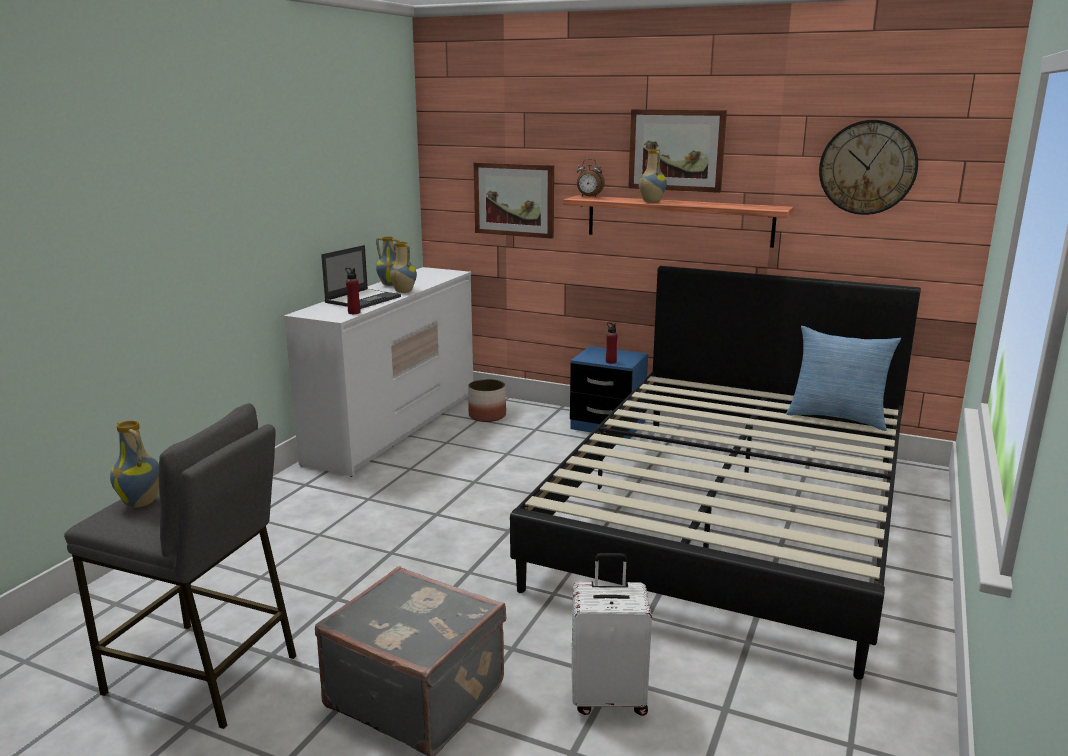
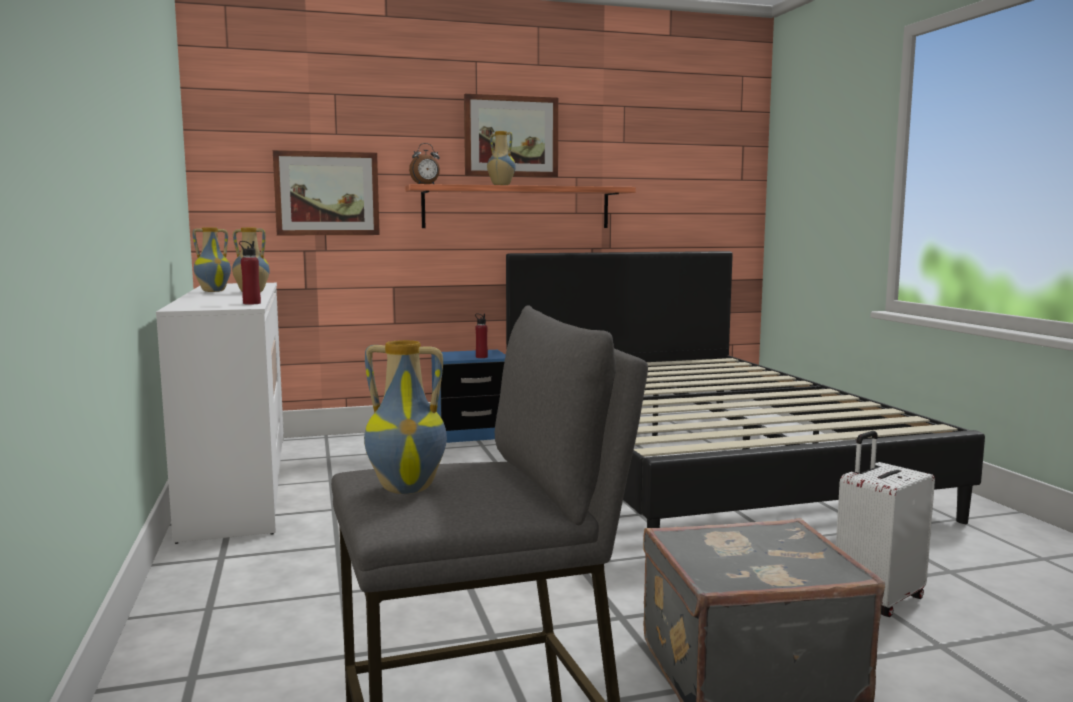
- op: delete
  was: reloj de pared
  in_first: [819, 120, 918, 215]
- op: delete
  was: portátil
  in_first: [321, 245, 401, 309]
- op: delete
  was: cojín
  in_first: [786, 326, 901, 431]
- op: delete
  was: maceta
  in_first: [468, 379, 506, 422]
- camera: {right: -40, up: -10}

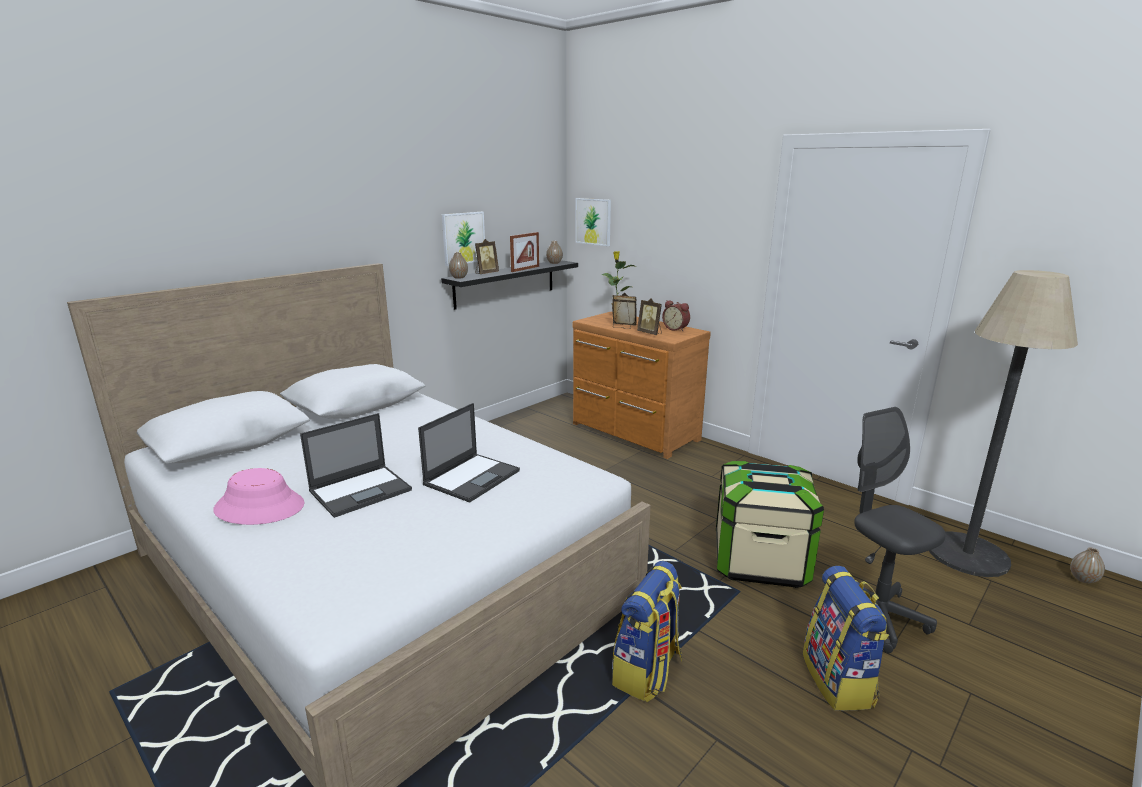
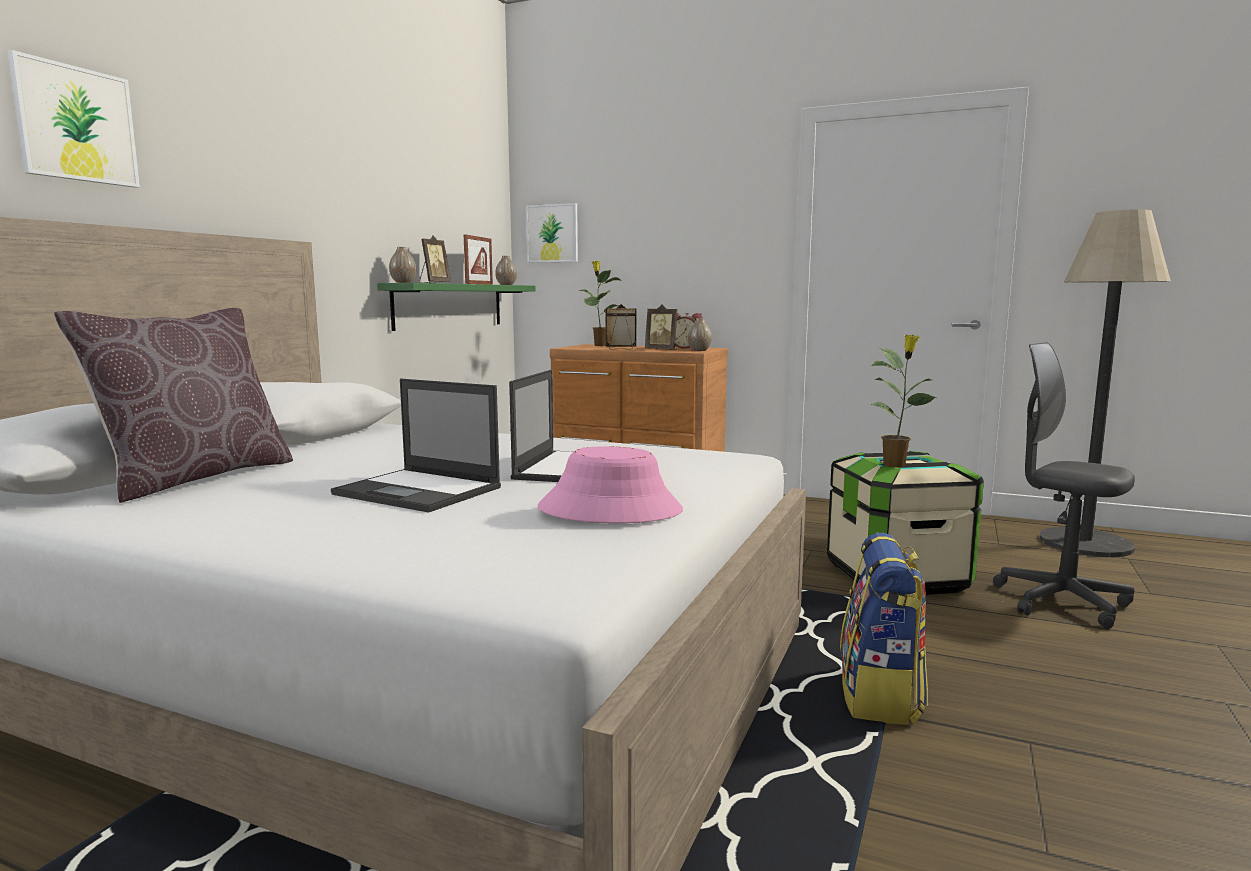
- op: move
  was: cuadro
  in_first: [442, 212, 485, 266]
  in_second: [8, 50, 140, 188]
- op: recolor
  was: estante [negro]
  now: estante [verde]
  in_first: [441, 260, 578, 310]
  in_second: [377, 283, 535, 331]
- op: rotate
  was: portátil
  in_first: [300, 413, 412, 518]
  in_second: [331, 379, 501, 512]
  clockwise: 90
- op: move
  was: sombrero [rosa]
  in_first: [213, 468, 304, 525]
  in_second: [538, 446, 683, 523]
- op: move
  was: florero
  in_first: [1070, 547, 1105, 583]
  in_second: [688, 318, 712, 351]
- op: delete
  was: mochila
  in_first: [803, 566, 889, 710]
- op: insert
  now: cojín [marrón]
  in_second: [54, 308, 293, 503]
- op: insert
  now: planta en maceta
  in_second: [870, 334, 937, 467]
- camera: {right: -20, up: -10}

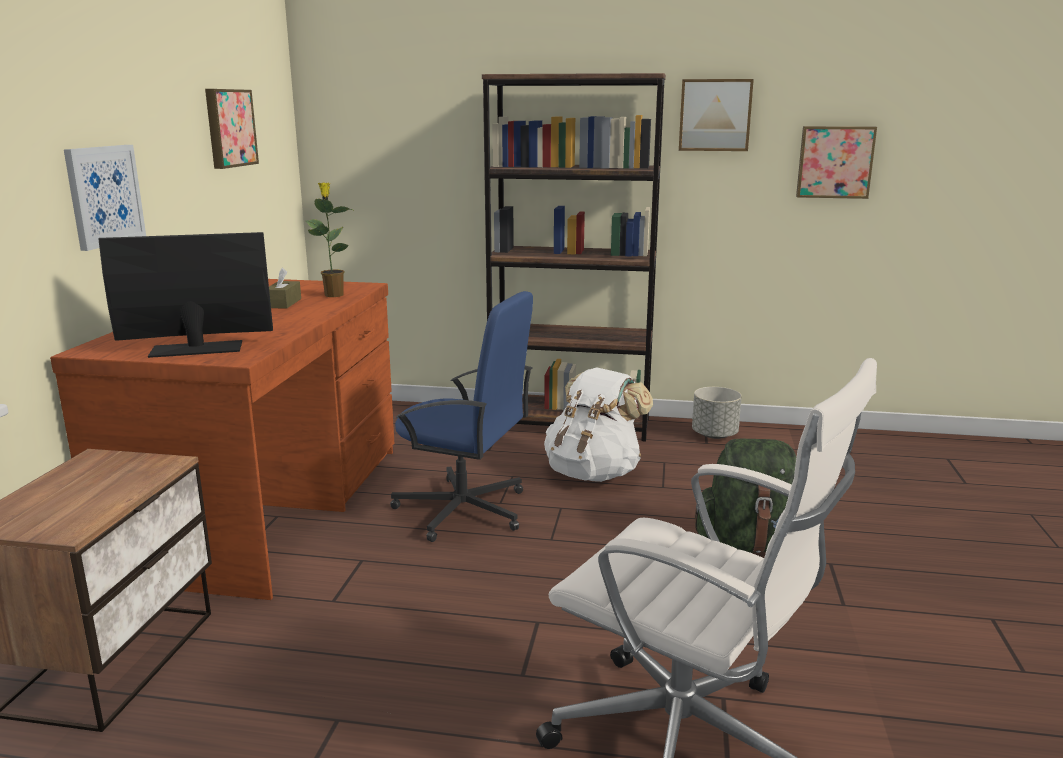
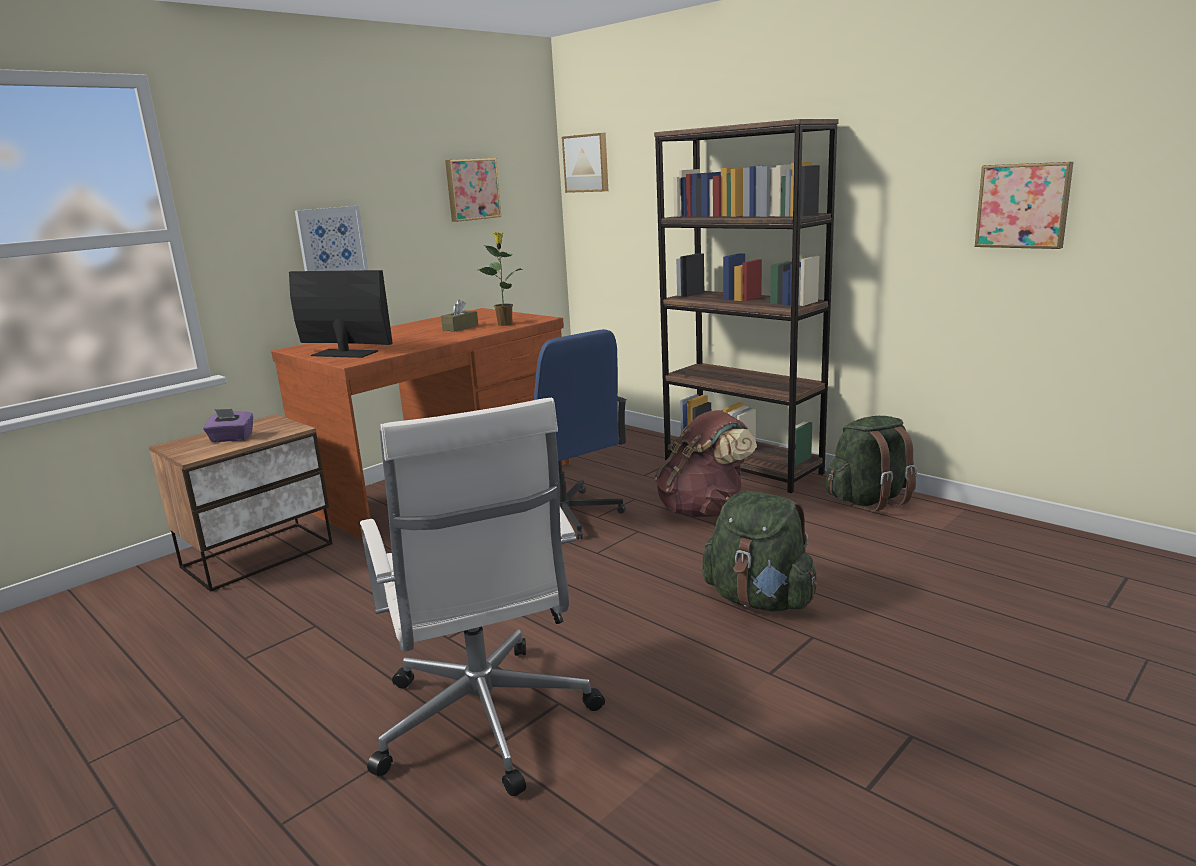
- op: move
  was: cuadro
  in_first: [679, 79, 754, 151]
  in_second: [562, 133, 608, 193]
- op: recolor
  was: mochila [blanco]
  now: mochila [marrón]
  in_first: [544, 367, 653, 482]
  in_second: [654, 410, 757, 517]
- op: replace
  was: maceta [gris]
  now: mochila [verde]
  in_first: [692, 387, 742, 439]
  in_second: [826, 416, 917, 512]
- op: insert
  now: caja de pañuelos [morado]
  in_second: [203, 409, 253, 442]
- camera: {right: 35, up: 0}

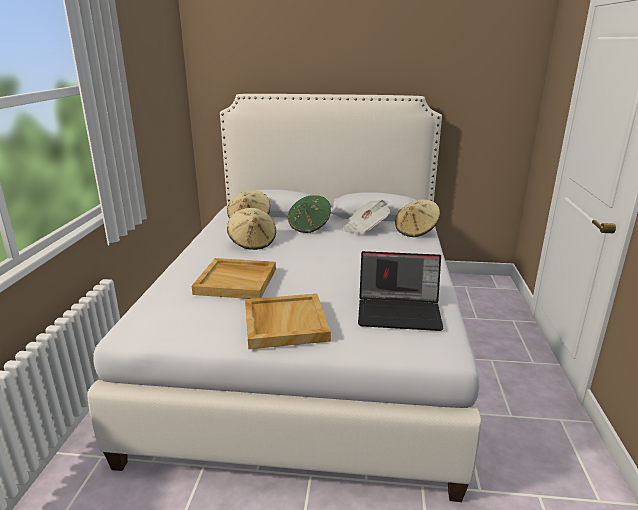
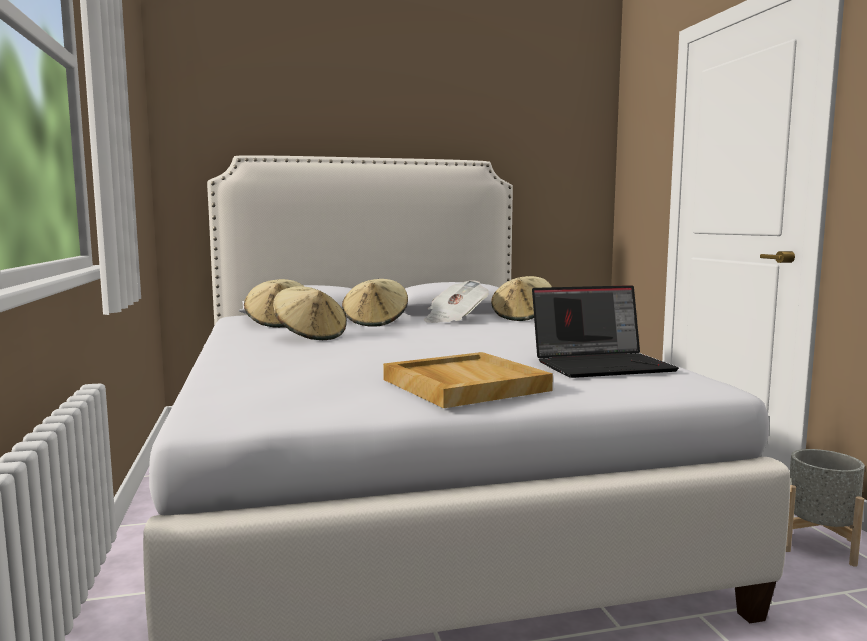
- op: recolor
  was: sombrero [verde]
  now: sombrero [beis]
  in_first: [288, 195, 331, 233]
  in_second: [342, 279, 408, 327]
- op: delete
  was: bandeja [beis]
  in_first: [192, 258, 276, 299]
- op: insert
  now: maceta [gris]
  in_second: [786, 449, 865, 567]
- camera: {right: -20, up: -15}

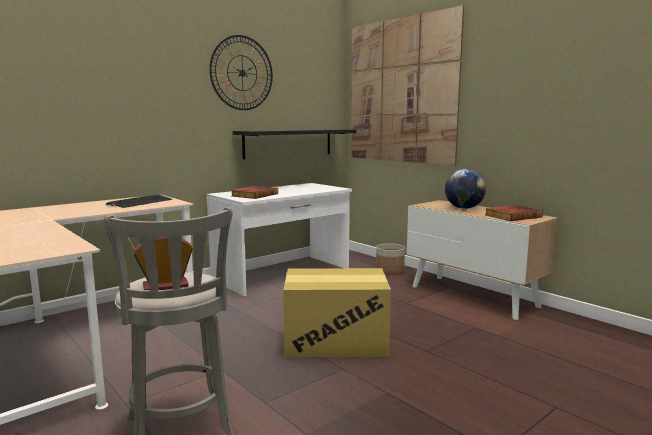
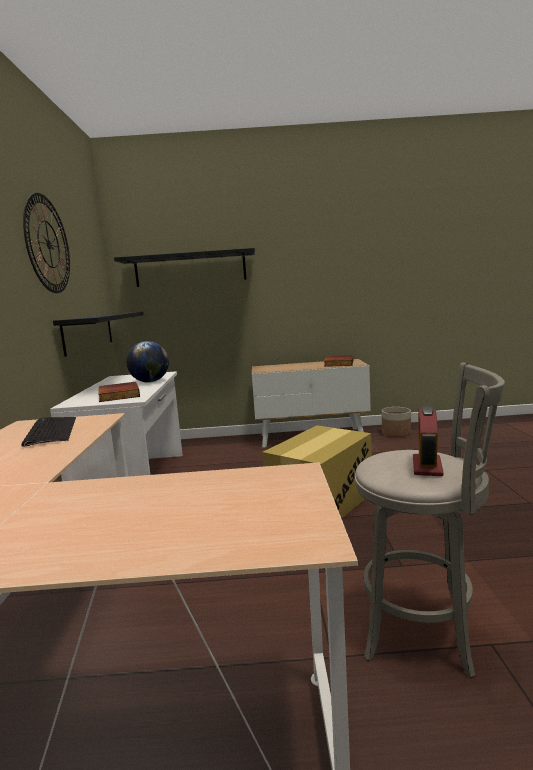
- op: replace
  was: cuadro
  now: estante [negro]
  in_first: [351, 5, 464, 166]
  in_second: [114, 248, 255, 287]
- op: move
  was: globo terráqueo
  in_first: [445, 169, 486, 209]
  in_second: [126, 341, 169, 383]
- op: move
  was: maceta
  in_first: [376, 243, 405, 274]
  in_second: [382, 407, 411, 437]
- camera: {right: -50, up: 0}

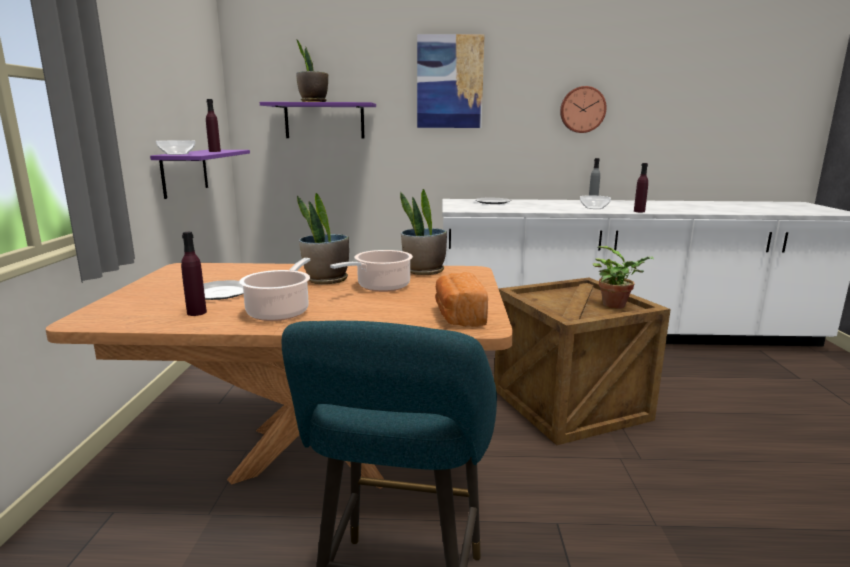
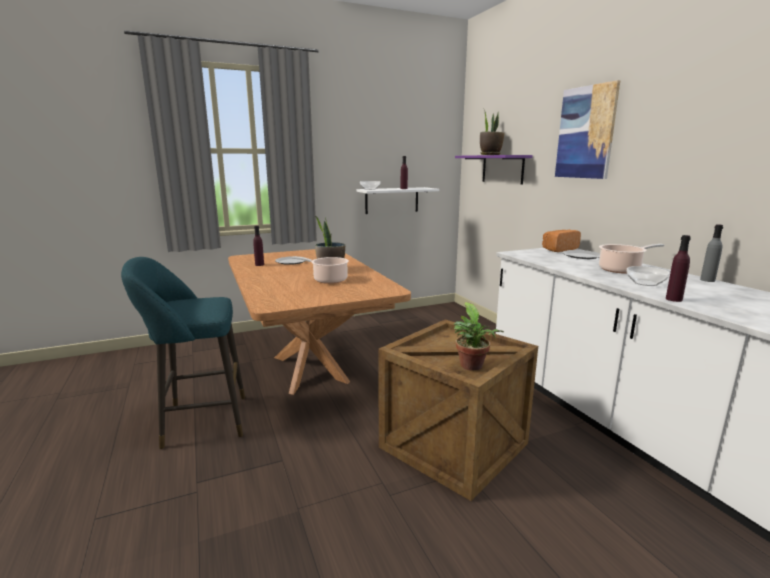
- op: delete
  was: reloj de pared
  in_first: [560, 86, 606, 133]
- op: recolor
  was: estante [morado]
  now: estante [blanco]
  in_first: [150, 150, 250, 199]
  in_second: [356, 187, 439, 214]
- op: delete
  was: planta en maceta
  in_first: [400, 189, 447, 275]
- op: move
  was: olla
  in_first: [239, 258, 310, 321]
  in_second: [599, 244, 664, 274]
- op: move
  was: pan
  in_first: [435, 272, 488, 327]
  in_second: [542, 230, 581, 252]
- camera: {right: 65, up: 0}

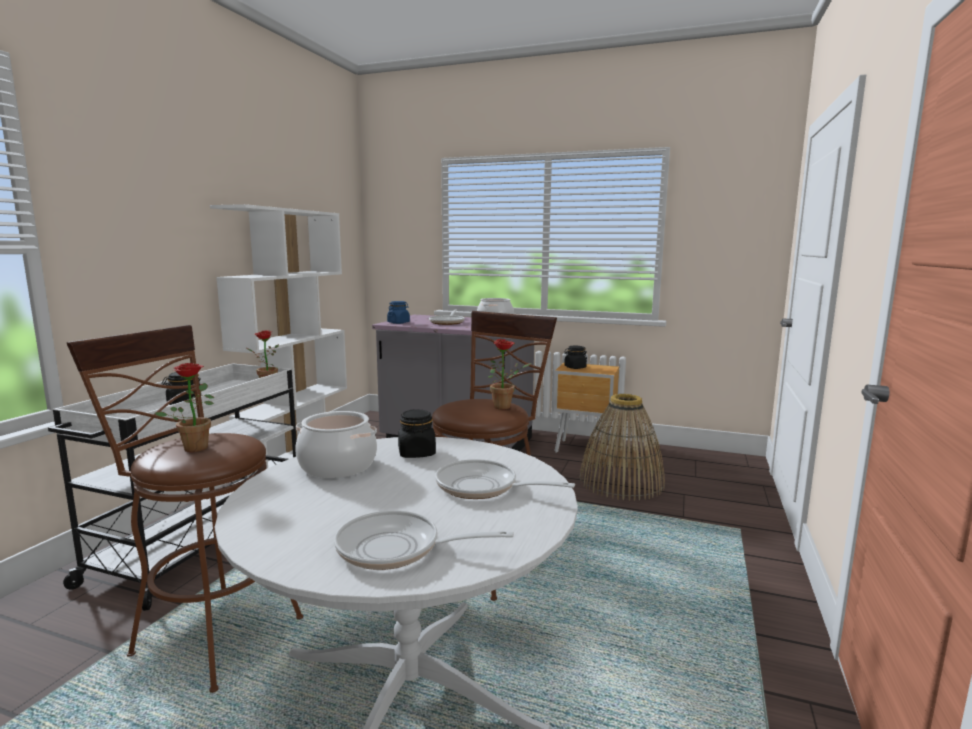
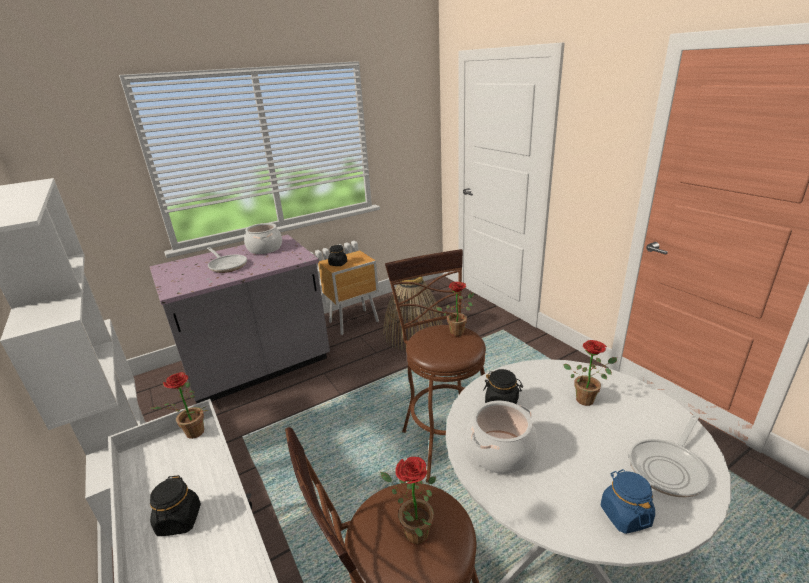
- op: move
  was: tarro [azul]
  in_first: [387, 301, 410, 324]
  in_second: [601, 469, 655, 534]
- op: replace
  was: sartén
  now: planta en maceta
  in_first: [435, 459, 575, 499]
  in_second: [563, 340, 617, 406]
- camera: {right: -50, up: 15}

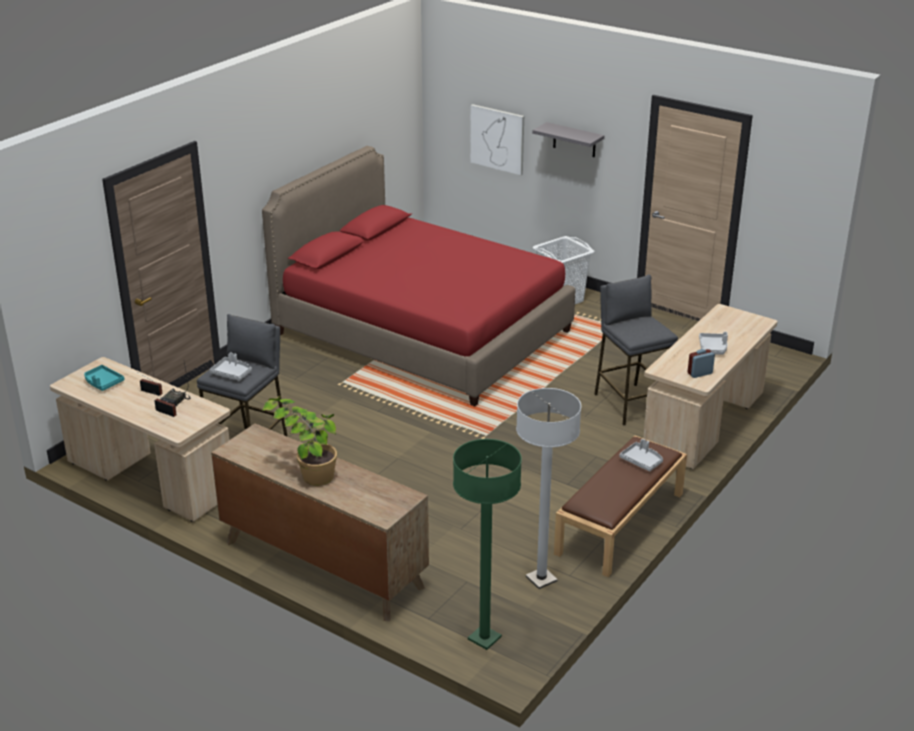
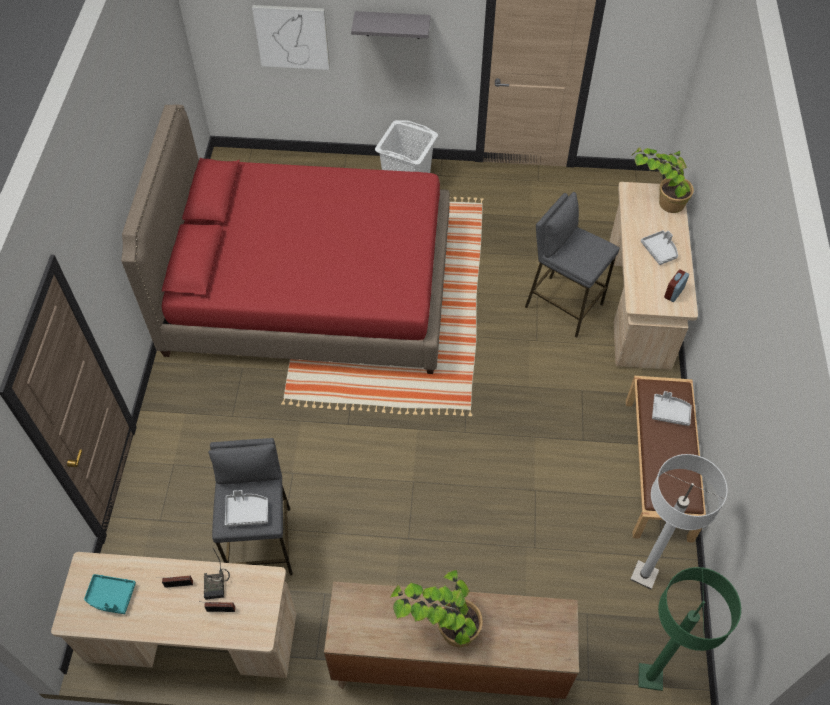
- op: insert
  now: planta en maceta
  in_second: [631, 147, 694, 213]
- camera: {right: -30, up: 25}

